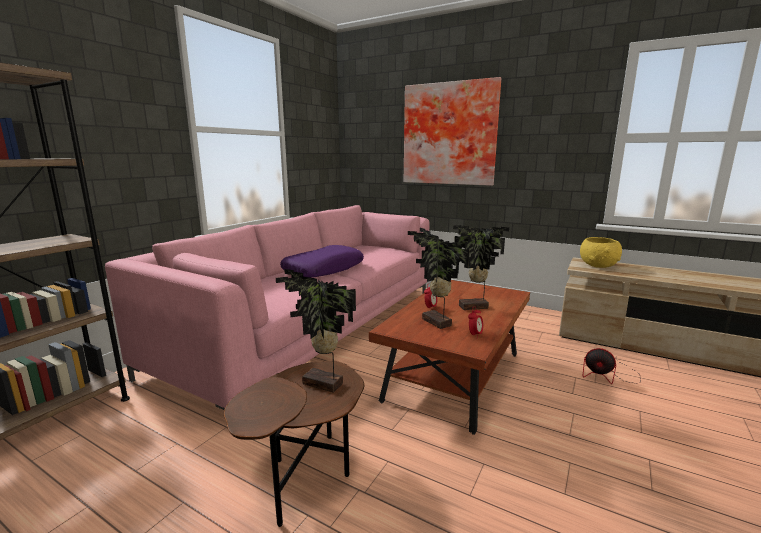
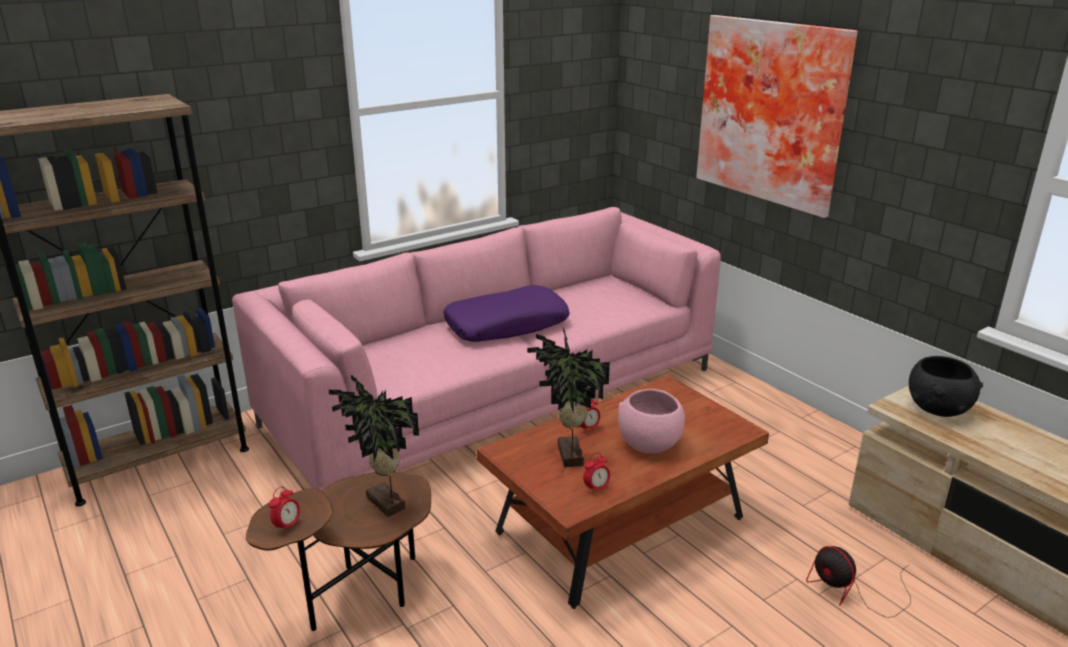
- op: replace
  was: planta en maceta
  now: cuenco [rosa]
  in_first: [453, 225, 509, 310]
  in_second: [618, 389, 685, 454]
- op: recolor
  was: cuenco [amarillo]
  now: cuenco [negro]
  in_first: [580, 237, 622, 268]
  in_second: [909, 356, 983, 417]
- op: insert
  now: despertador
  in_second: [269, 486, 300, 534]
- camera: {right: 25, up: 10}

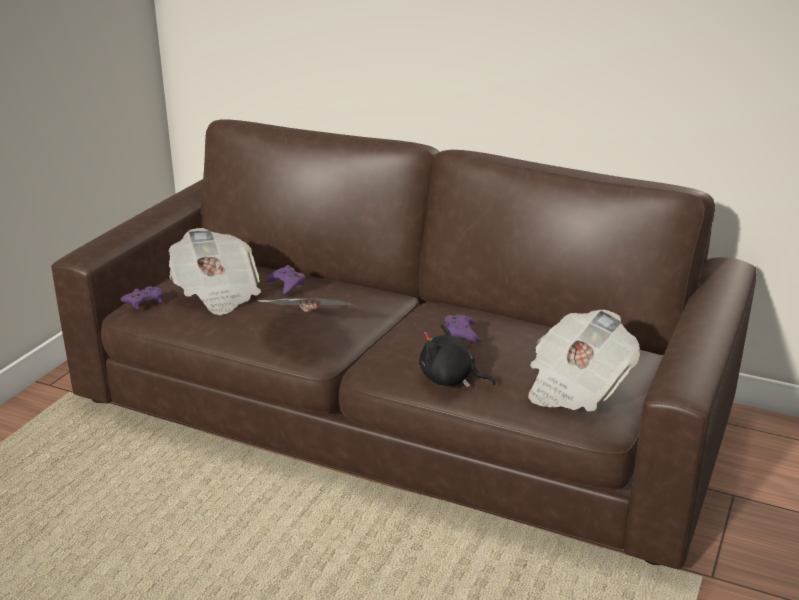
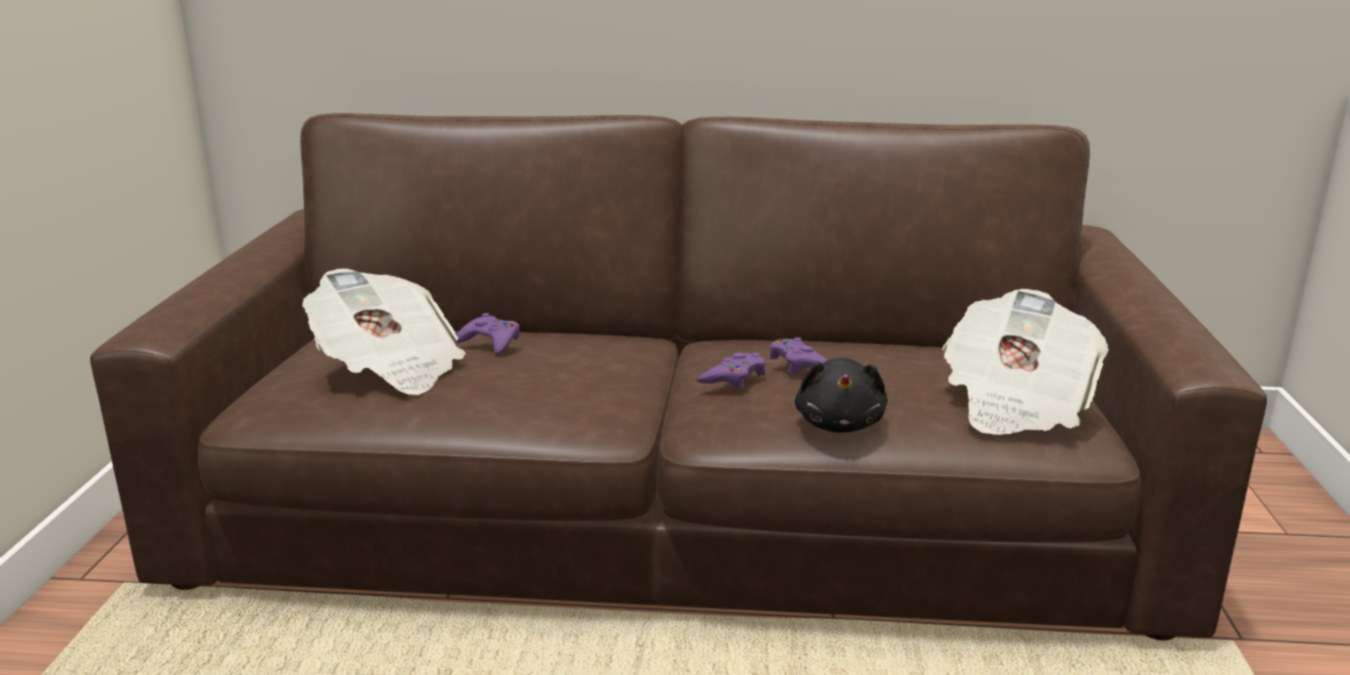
- op: move
  was: mando de consola [morado]
  in_first: [120, 286, 163, 309]
  in_second: [697, 353, 766, 389]
- op: delete
  was: periódico
  in_first: [257, 298, 355, 312]
- op: rotate
  was: peluche [negro]
  in_first: [419, 324, 496, 388]
  in_second: [795, 358, 888, 433]
  clockwise: -90
- camera: {right: -20, up: -5}

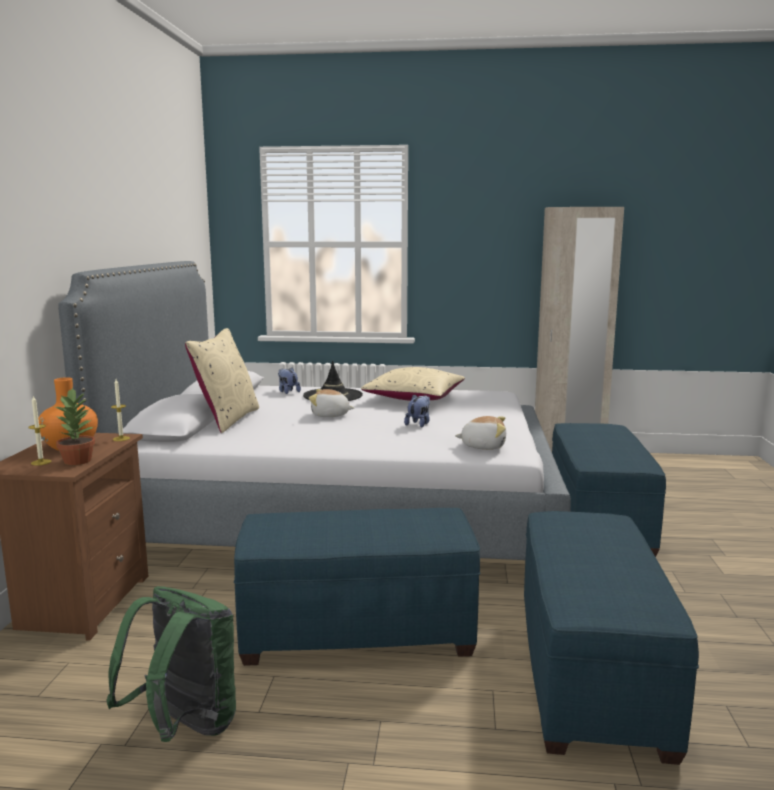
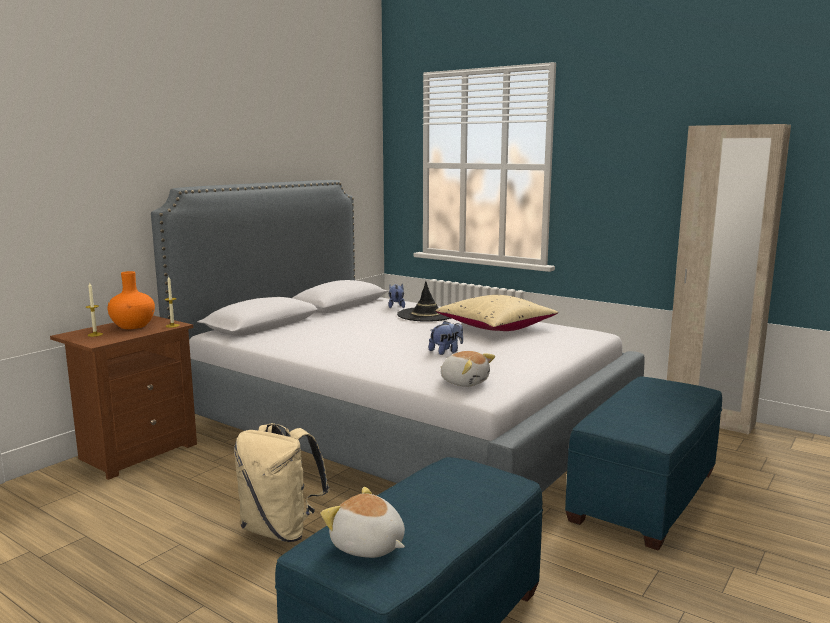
- op: delete
  was: cojín [beis]
  in_first: [185, 328, 259, 433]
- op: delete
  was: planta en maceta
  in_first: [53, 387, 95, 465]
- op: move
  was: peluche
  in_first: [309, 389, 354, 417]
  in_second: [321, 487, 405, 558]
- op: replace
  was: puf [azul]
  now: mochila [beis]
  in_first: [234, 508, 480, 666]
  in_second: [234, 423, 330, 542]
- op: delete
  was: mochila [verde]
  in_first: [106, 586, 236, 742]
- camera: {right: 30, up: 0}

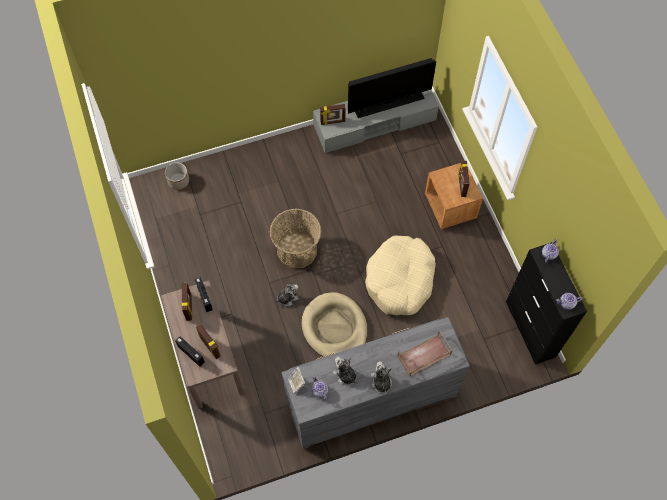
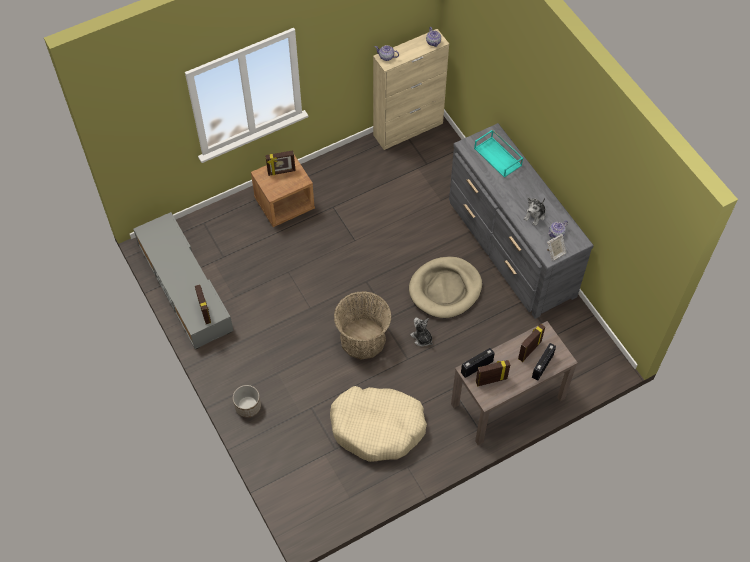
- op: delete
  was: televisor
  in_first: [348, 58, 436, 118]
- op: move
  was: maceta
  in_first: [165, 162, 189, 190]
  in_second: [233, 385, 261, 418]
- op: move
  was: cama para perro [beis]
  in_first: [365, 235, 436, 315]
  in_second: [330, 386, 427, 462]
- op: recolor
  was: armario [negro]
  now: armario [beis]
  in_first: [506, 242, 587, 365]
  in_second: [373, 29, 449, 150]
- op: recolor
  was: bandeja [marrón]
  now: bandeja [turquesa]
  in_first: [397, 330, 453, 377]
  in_second: [474, 129, 523, 178]
- op: delete
  was: peluche
  in_first: [371, 361, 392, 395]
- camera: {right: -100, up: -5}

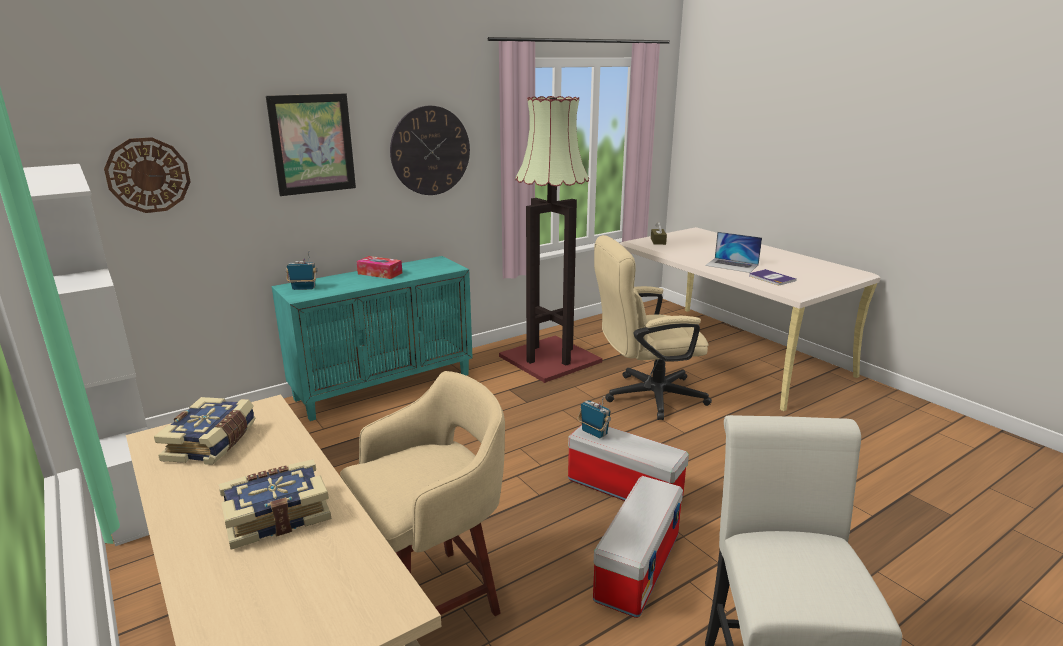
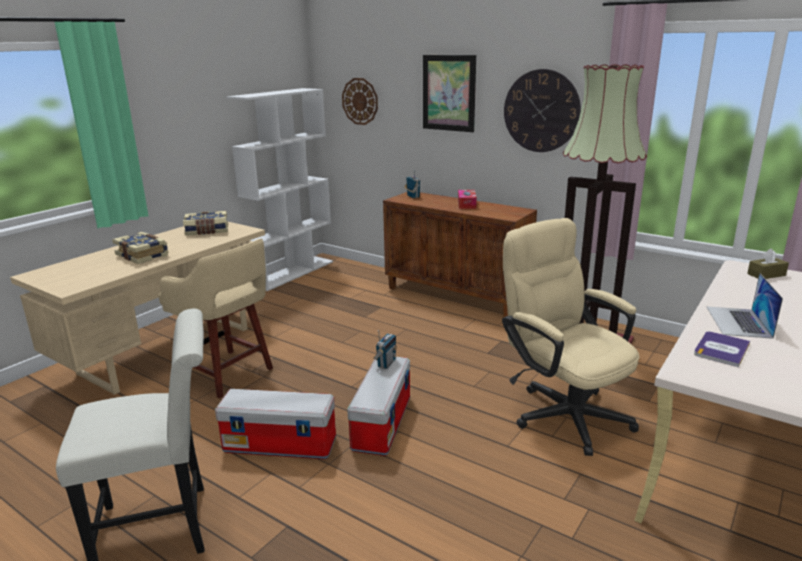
- op: recolor
  was: armario [turquesa]
  now: armario [marrón]
  in_first: [272, 256, 473, 421]
  in_second: [383, 192, 537, 318]
- camera: {right: 70, up: 0}

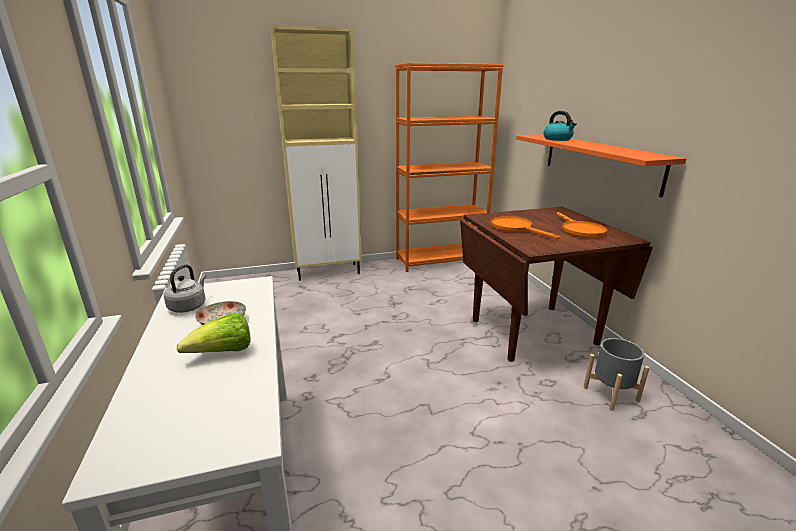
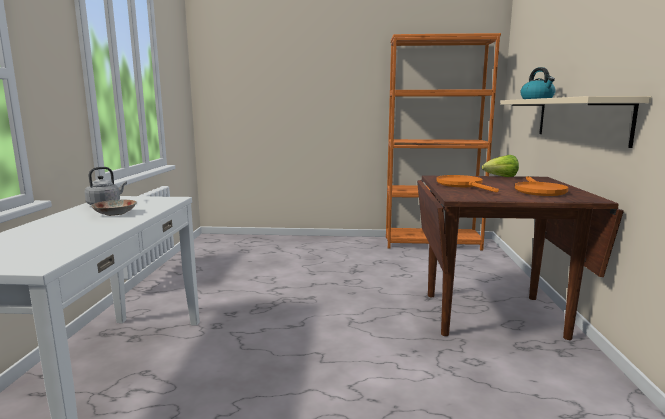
- op: delete
  was: armario [beis]
  in_first: [270, 25, 362, 281]
- op: recolor
  was: estante [naranja]
  now: estante [beis]
  in_first: [516, 134, 687, 197]
  in_second: [500, 96, 652, 148]
- op: move
  was: lechuga
  in_first: [176, 313, 250, 353]
  in_second: [482, 155, 519, 177]
- op: delete
  was: maceta [gris]
  in_first: [583, 338, 650, 411]
- camera: {right: 20, up: -10}

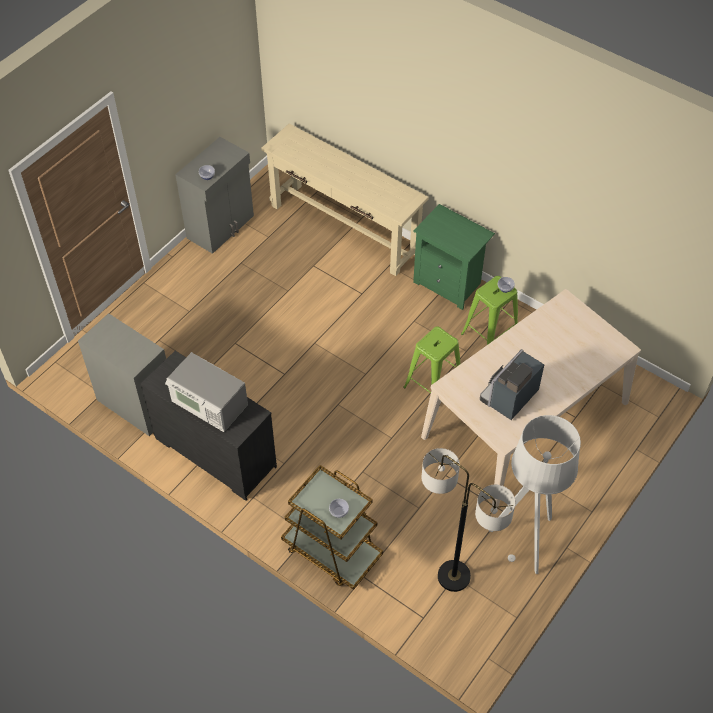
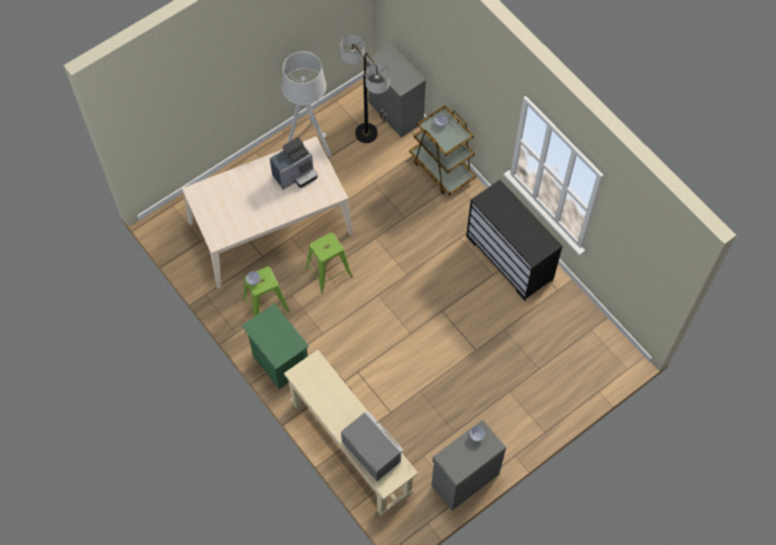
- op: move
  was: armario [gris]
  in_first: [78, 313, 166, 436]
  in_second: [366, 44, 426, 137]
- op: move
  was: microondas
  in_first: [165, 352, 248, 432]
  in_second: [341, 411, 403, 481]
- camera: {right: -165, up: 10}

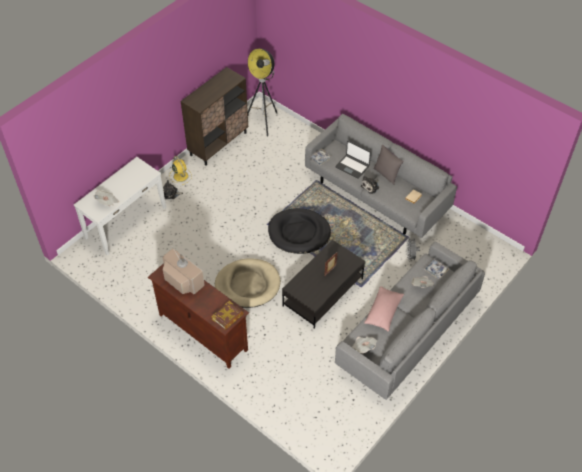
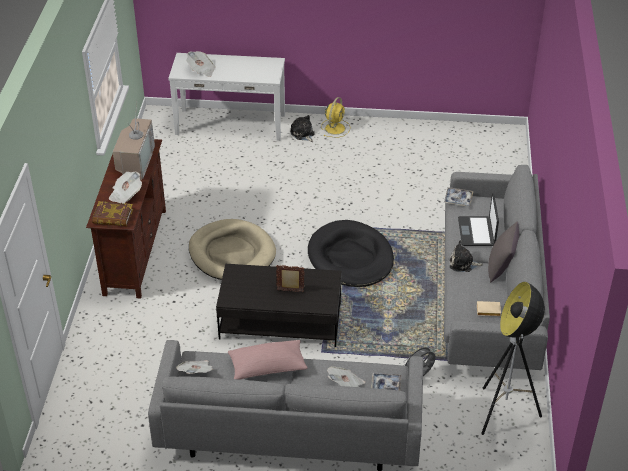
- op: move
  was: lámpara de pie
  in_first: [248, 48, 277, 136]
  in_second: [481, 282, 545, 435]
- op: delete
  was: armario [marrón]
  in_first: [181, 67, 248, 166]
- op: insert
  now: periódico
  in_second: [109, 172, 142, 203]
- camera: {right: 55, up: -10}

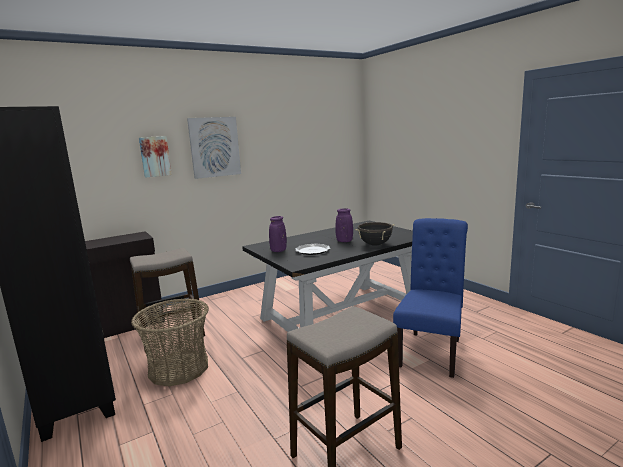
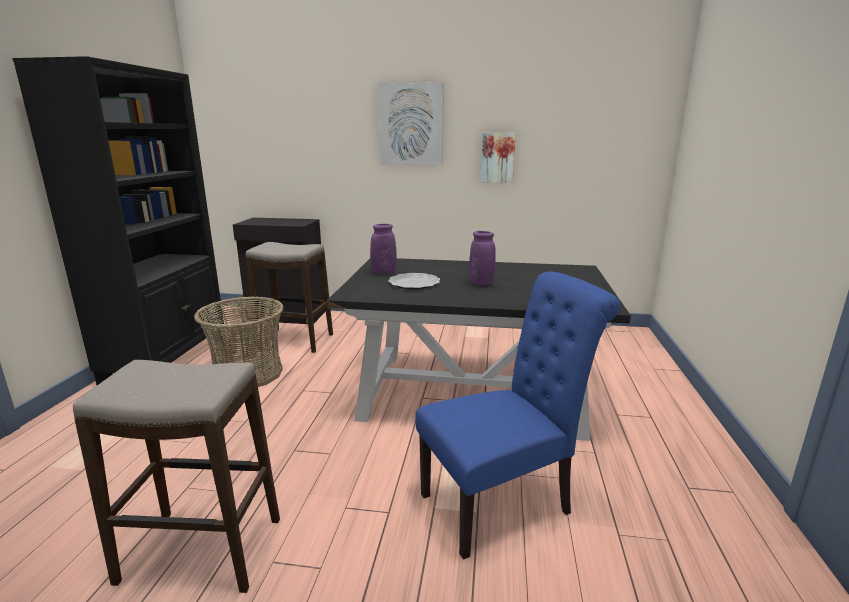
- op: move
  was: cuadro
  in_first: [139, 136, 172, 178]
  in_second: [481, 133, 516, 183]
- op: delete
  was: olla [negro]
  in_first: [355, 222, 395, 246]
- camera: {right: 40, up: 5}

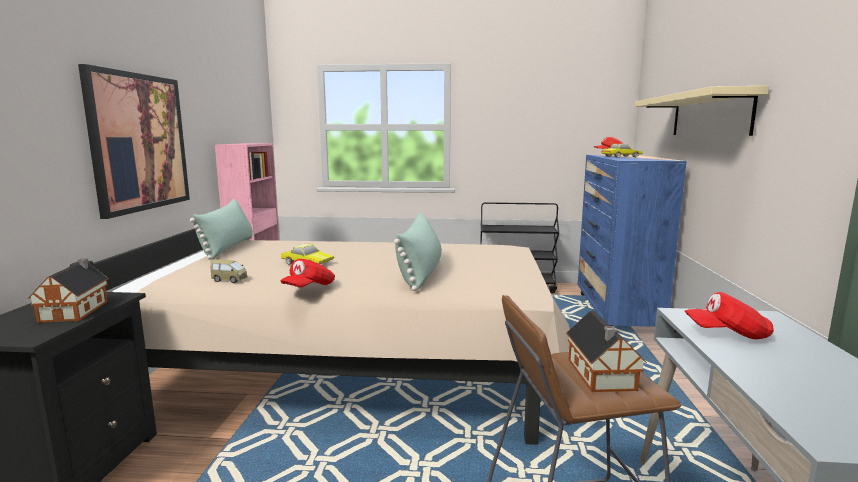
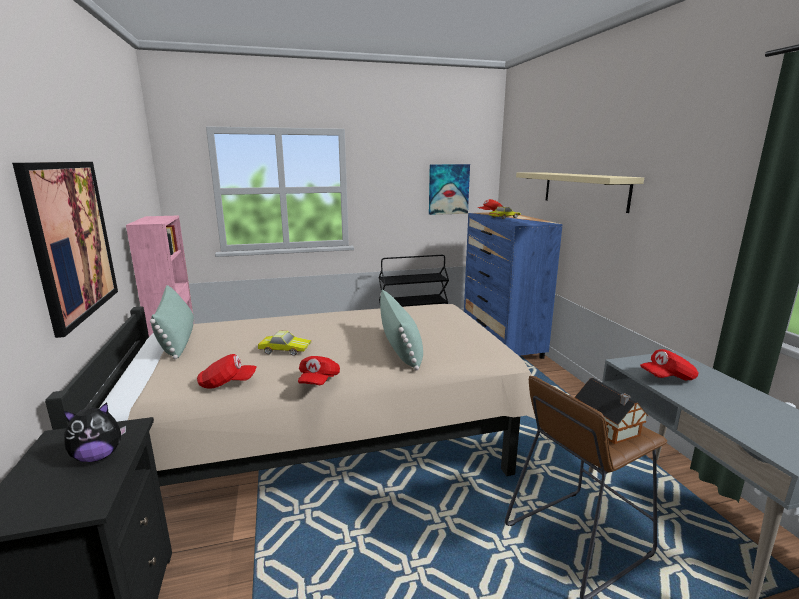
- op: replace
  was: casita
  now: peluche
  in_first: [28, 258, 109, 323]
  in_second: [64, 402, 126, 462]
- op: replace
  was: coche de juguete
  now: gorra [rojo]
  in_first: [210, 259, 248, 283]
  in_second: [197, 354, 257, 389]
- op: insert
  now: cuadro
  in_second: [429, 164, 470, 215]
- camera: {right: -20, up: 5}

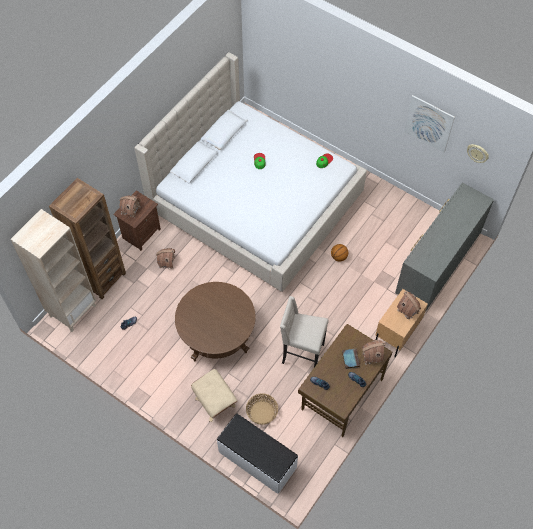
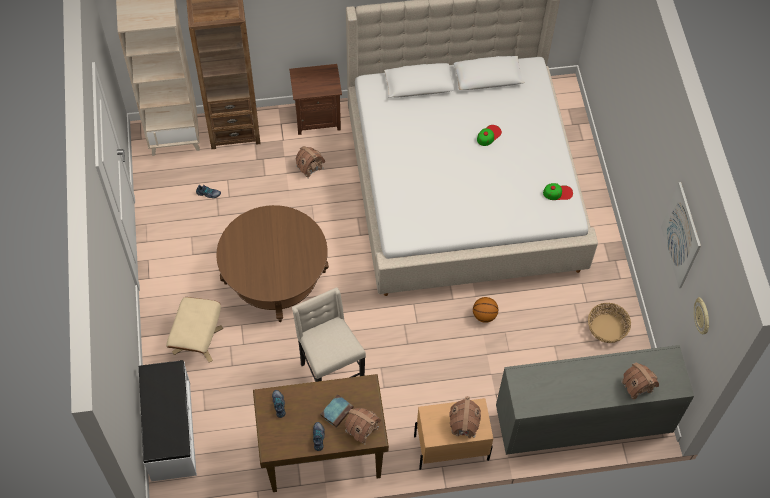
- op: move
  was: casita
  in_first: [119, 195, 141, 218]
  in_second: [621, 362, 659, 401]
- op: move
  was: cesta
  in_first: [246, 393, 278, 425]
  in_second: [588, 303, 631, 343]
- camera: {right: 45, up: 0}

